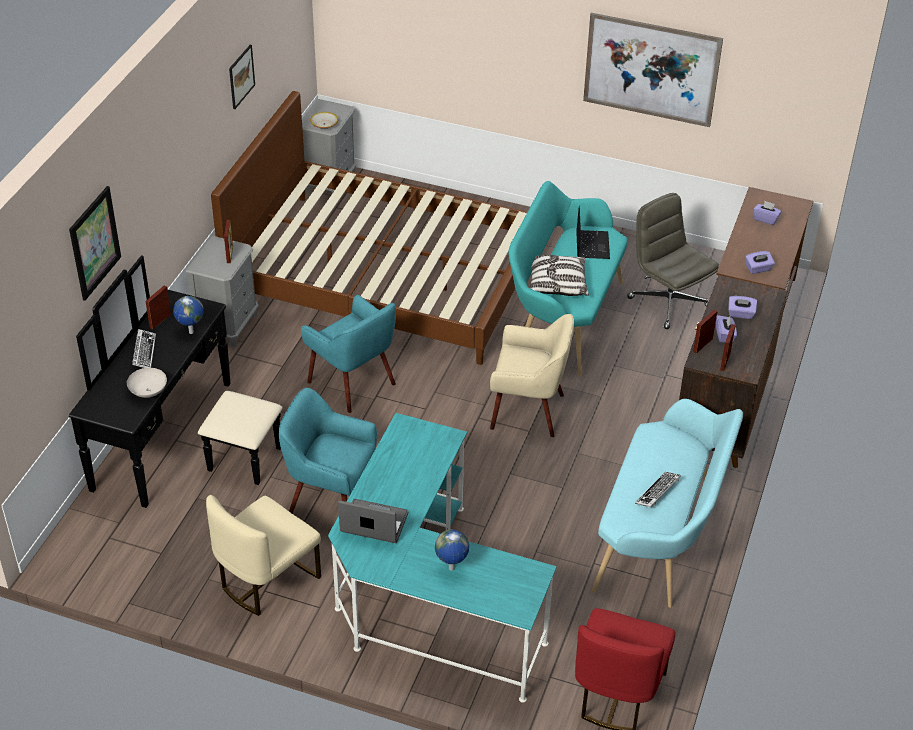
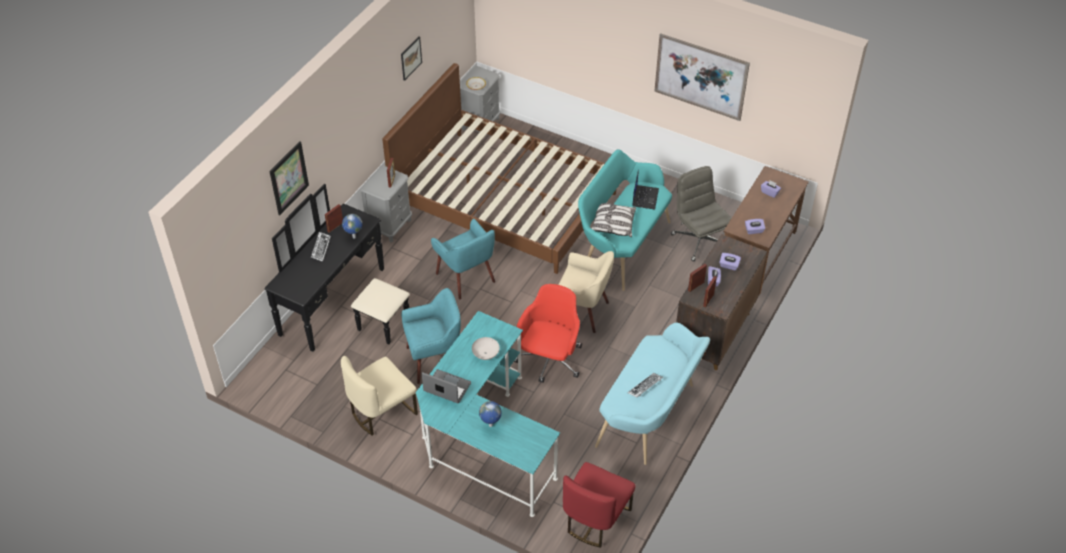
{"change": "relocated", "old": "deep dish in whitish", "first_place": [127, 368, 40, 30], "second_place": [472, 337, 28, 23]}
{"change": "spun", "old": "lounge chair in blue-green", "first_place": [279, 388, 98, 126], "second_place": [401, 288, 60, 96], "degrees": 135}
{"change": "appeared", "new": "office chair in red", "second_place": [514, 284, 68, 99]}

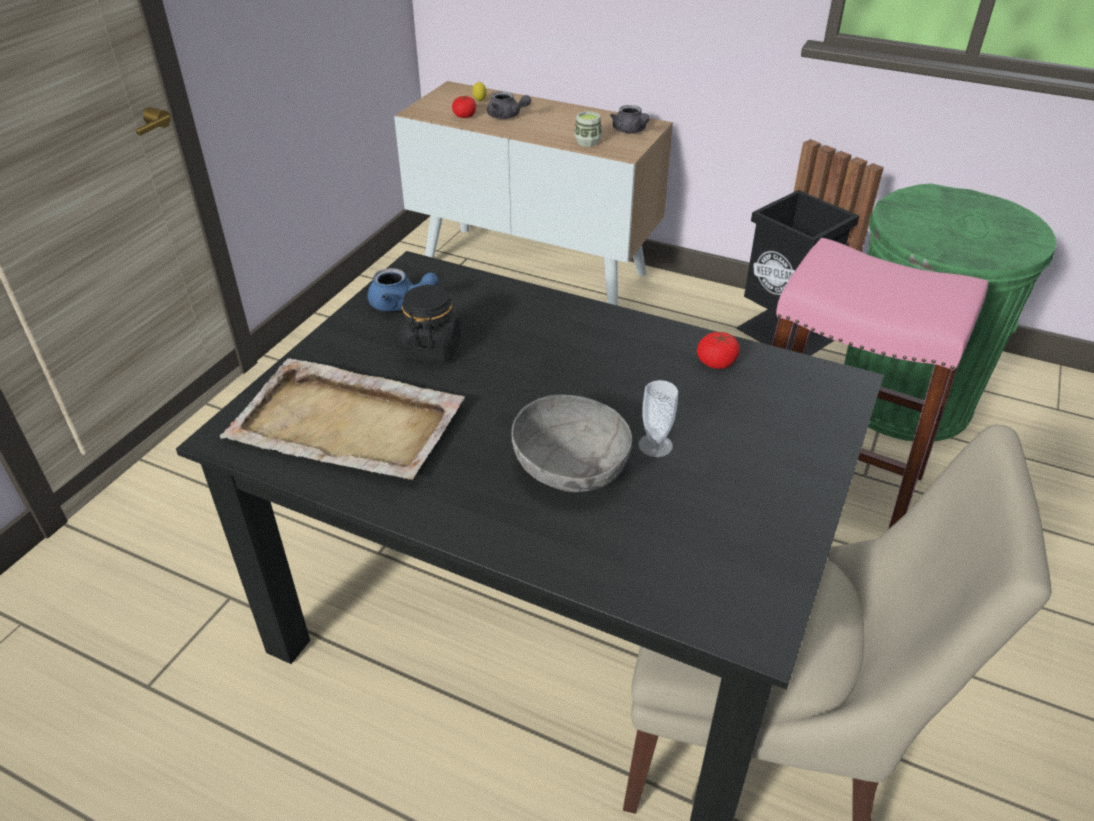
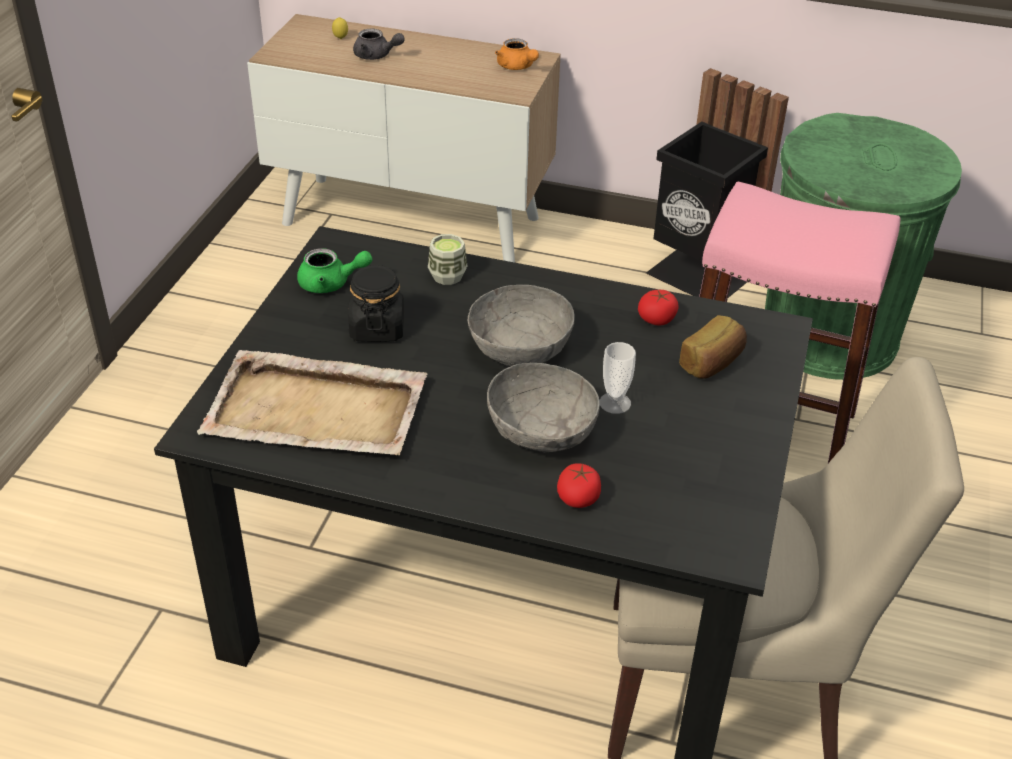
{"change": "colour", "old": "pot for tea in blue-coloured", "new": "pot for tea in green", "first_place": [368, 268, 70, 43], "second_place": [297, 248, 75, 45]}
{"change": "relocated", "old": "tomato", "first_place": [452, 96, 24, 22], "second_place": [557, 463, 44, 45]}
{"change": "relocated", "old": "cup", "first_place": [574, 111, 28, 36], "second_place": [428, 234, 39, 51]}
{"change": "colour", "old": "pot for tea in greyish", "new": "pot for tea in orange", "first_place": [610, 105, 40, 28], "second_place": [495, 38, 44, 32]}
{"change": "appeared", "new": "deep dish in greyish", "second_place": [468, 285, 107, 81]}
{"change": "appeared", "new": "bread", "second_place": [679, 315, 68, 64]}

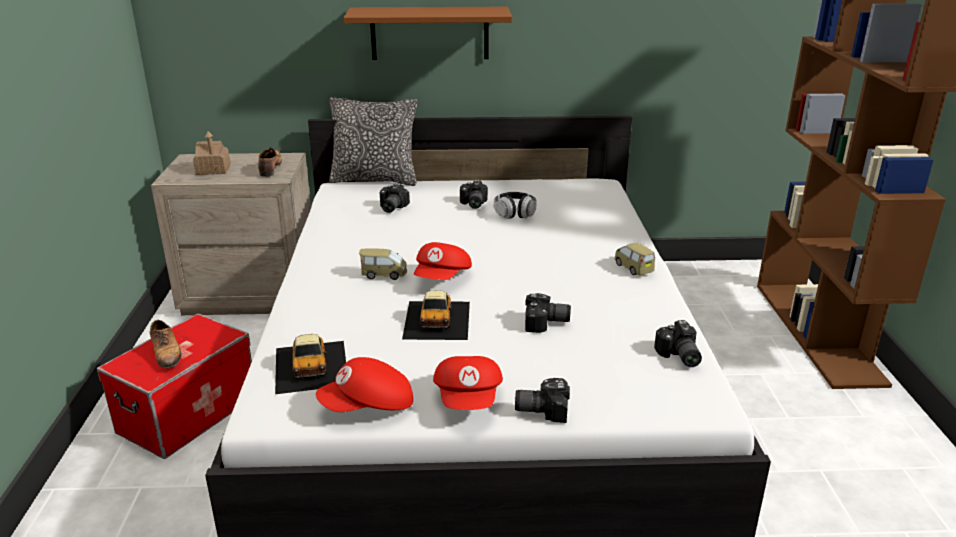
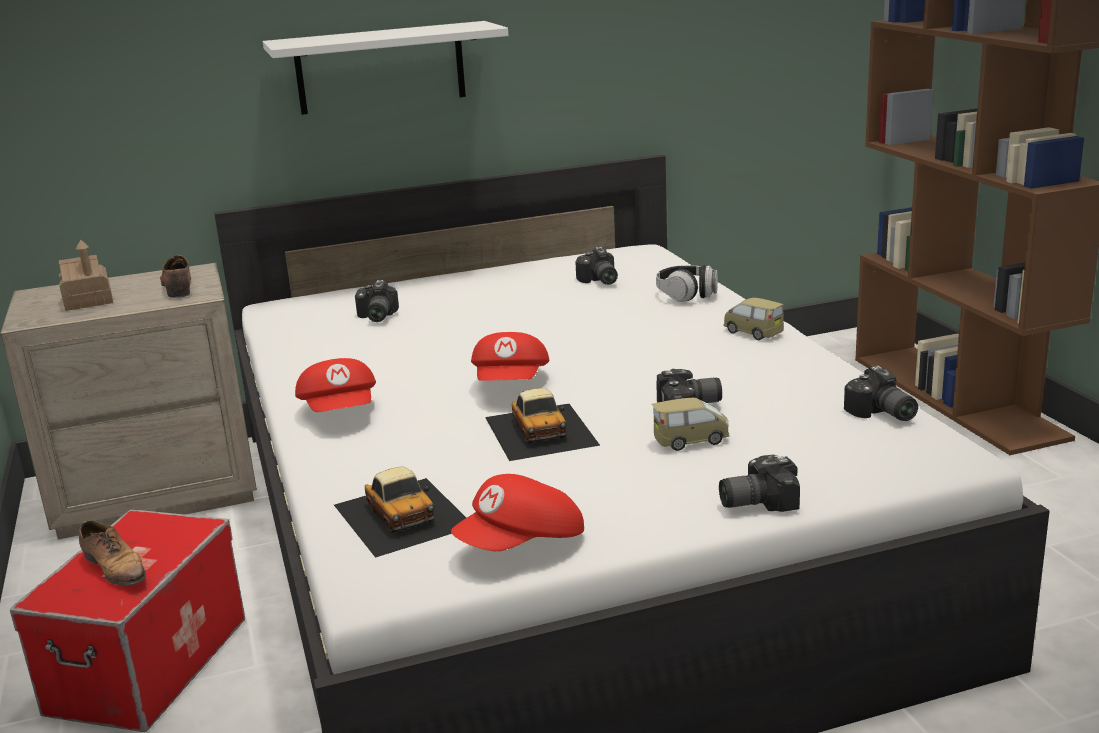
{"change": "missing", "old": "pillow", "first_place": [329, 97, 88, 89]}
{"change": "colour", "old": "shelf in brown-coloured", "new": "shelf in whitish", "first_place": [343, 7, 169, 53], "second_place": [263, 21, 245, 94]}
{"change": "relocated", "old": "toy car", "first_place": [359, 249, 48, 31], "second_place": [651, 398, 79, 53]}
{"change": "relocated", "old": "cap in red", "first_place": [433, 356, 70, 54], "second_place": [295, 358, 81, 54]}
{"change": "relocated", "old": "photo camera", "first_place": [460, 180, 28, 29], "second_place": [575, 247, 43, 38]}
{"change": "relocated", "old": "headphones", "first_place": [494, 192, 43, 27], "second_place": [656, 265, 62, 37]}

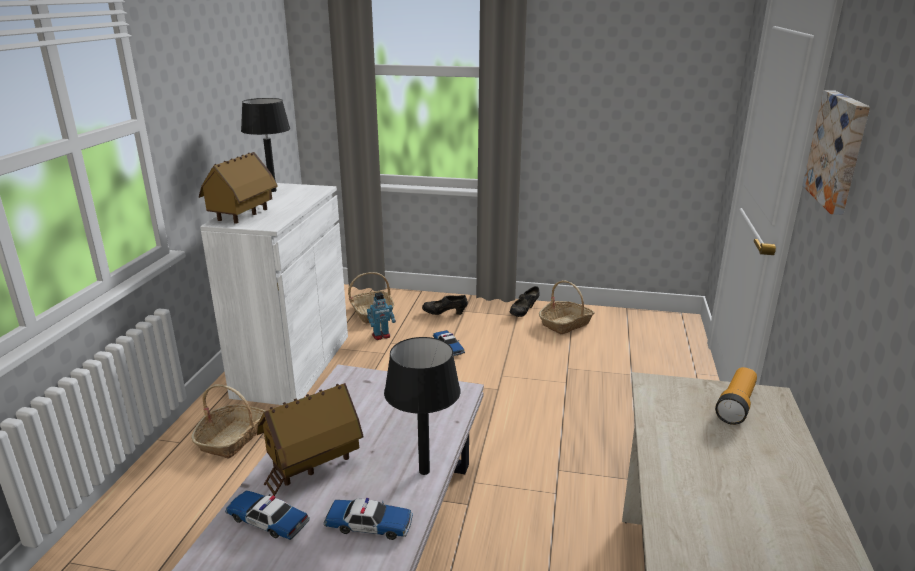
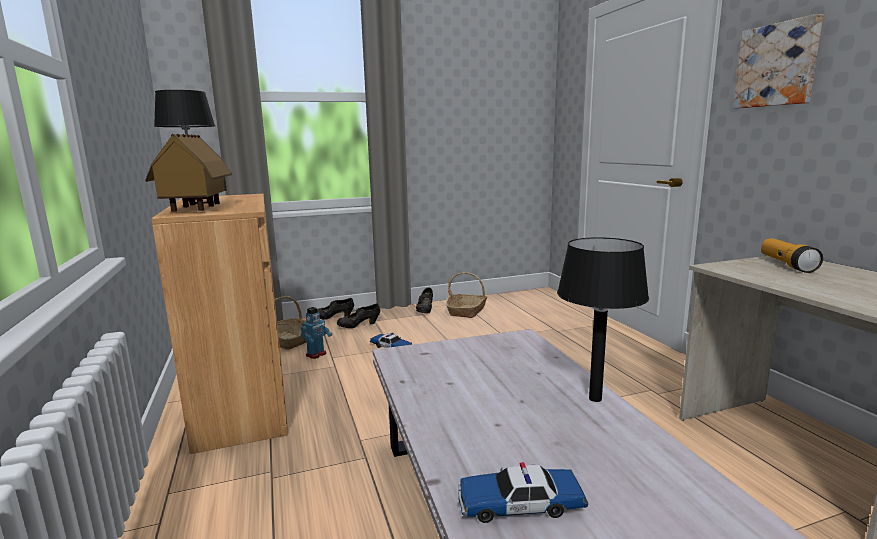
{"change": "missing", "old": "household basket", "first_place": [191, 384, 75, 75]}
{"change": "colour", "old": "cupboard in whitish", "new": "cupboard in brown-coloured", "first_place": [200, 183, 148, 222], "second_place": [151, 194, 137, 260]}
{"change": "missing", "old": "model house", "first_place": [257, 383, 107, 113]}
{"change": "missing", "old": "toy car", "first_place": [323, 498, 90, 42]}
{"change": "appeared", "new": "item of footwear in black", "second_place": [317, 298, 37, 22]}

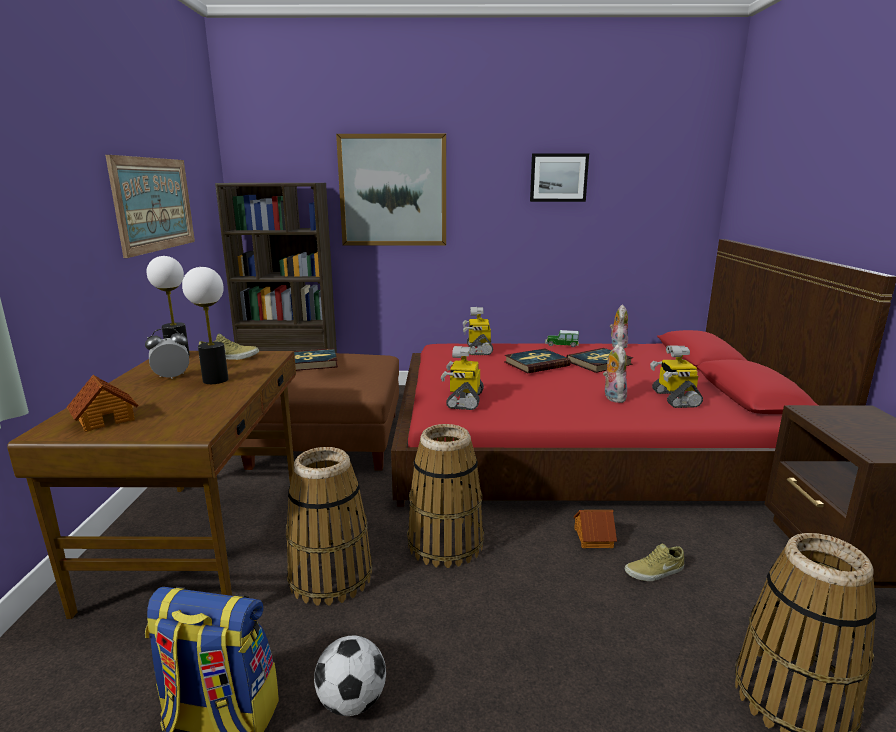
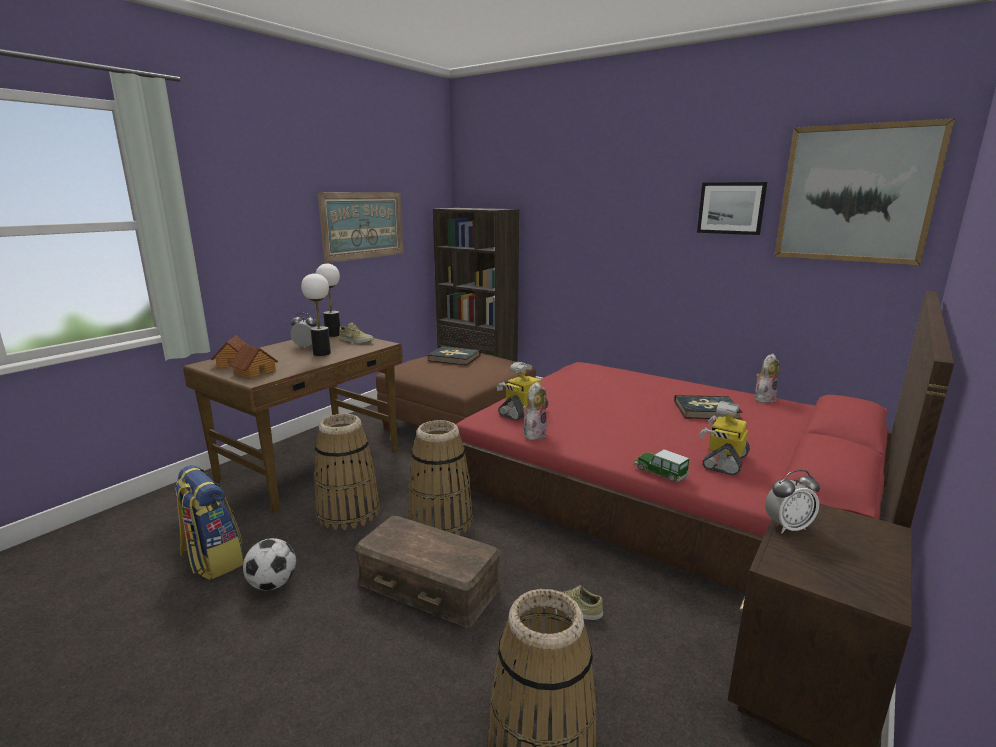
{"change": "relocated", "old": "wall picture", "first_place": [336, 134, 110, 111], "second_place": [774, 118, 181, 147]}
{"change": "missing", "old": "toy robot", "first_place": [463, 307, 30, 48]}
{"change": "missing", "old": "book", "first_place": [504, 348, 67, 26]}
{"change": "relocated", "old": "toy car", "first_place": [545, 330, 34, 17], "second_place": [634, 449, 55, 33]}
{"change": "relocated", "old": "model house", "first_place": [574, 510, 43, 38], "second_place": [229, 344, 49, 34]}
{"change": "relocated", "old": "soft toy", "first_place": [603, 344, 24, 59], "second_place": [523, 381, 24, 59]}
{"change": "appeared", "new": "storage box in brown-coloured", "second_place": [355, 516, 146, 112]}
{"change": "appeared", "new": "bedside clock", "second_place": [765, 470, 55, 63]}

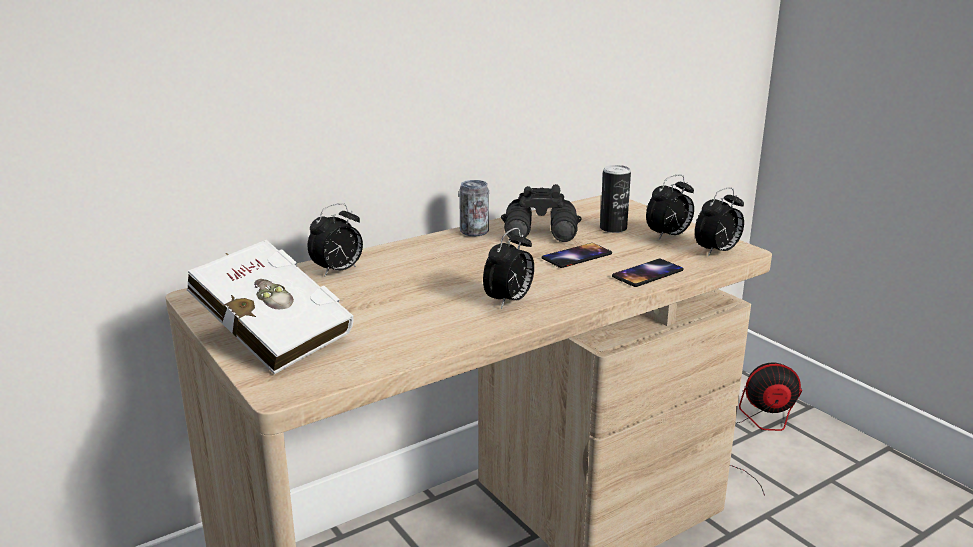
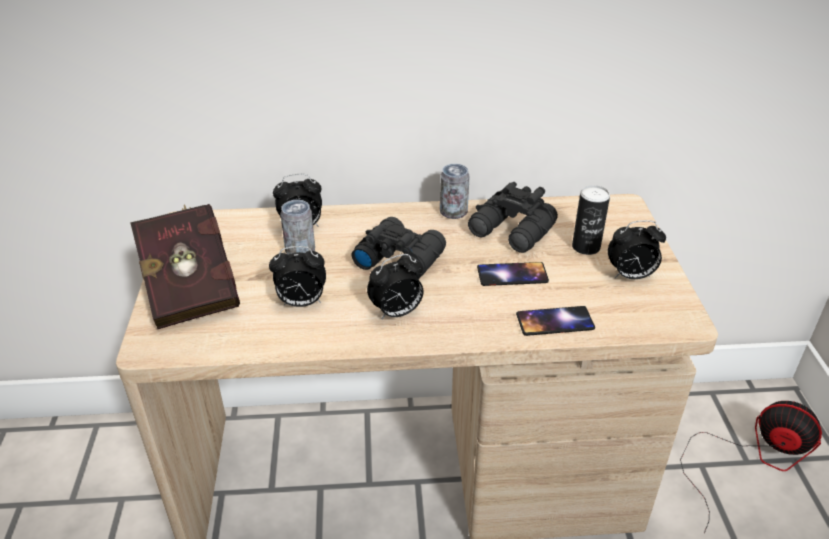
{"change": "colour", "old": "book in whitish", "new": "book in red", "first_place": [187, 240, 167, 134], "second_place": [130, 204, 110, 125]}
{"change": "relocated", "old": "bedside clock", "first_place": [695, 187, 49, 70], "second_place": [269, 246, 57, 61]}
{"change": "appeared", "new": "sealed can", "second_place": [281, 200, 34, 55]}
{"change": "appeared", "new": "binoculars in black", "second_place": [352, 217, 94, 62]}

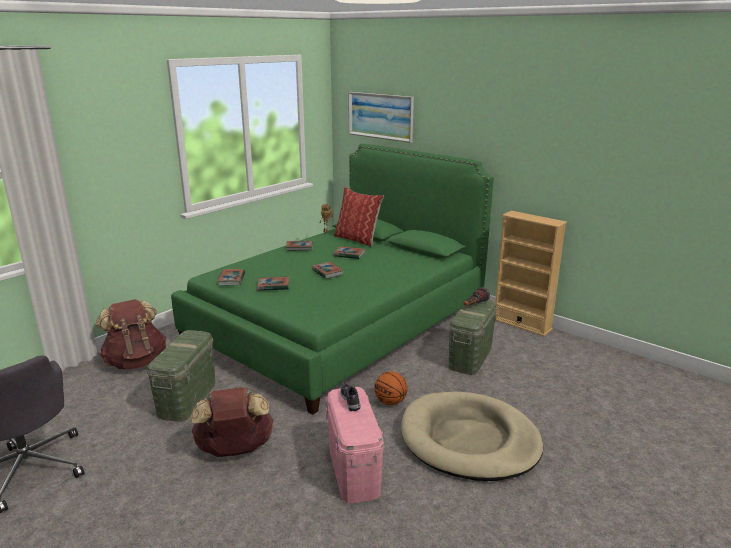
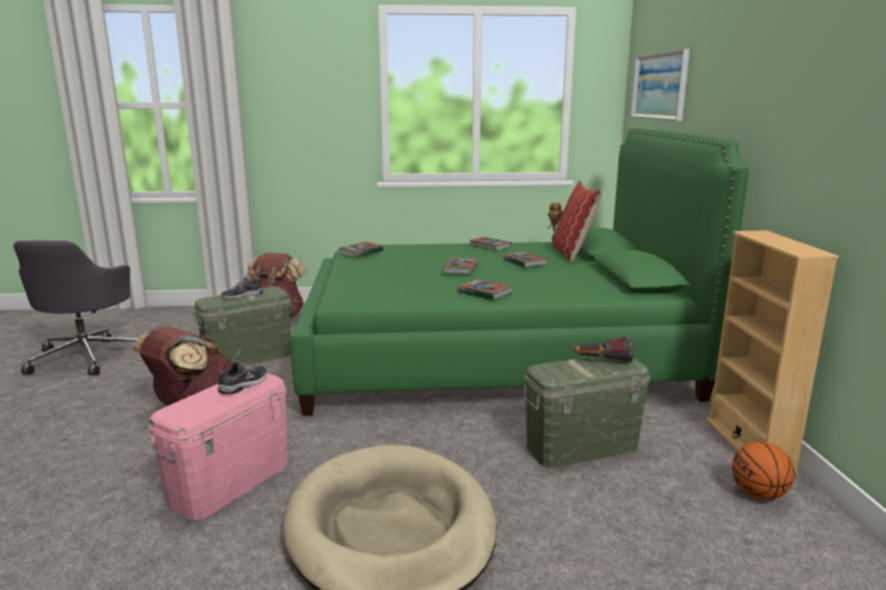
{"change": "relocated", "old": "book", "first_place": [257, 276, 33, 15], "second_place": [458, 279, 55, 21]}
{"change": "relocated", "old": "basketball", "first_place": [374, 372, 33, 33], "second_place": [732, 442, 63, 58]}
{"change": "appeared", "new": "item of footwear", "second_place": [221, 277, 42, 22]}

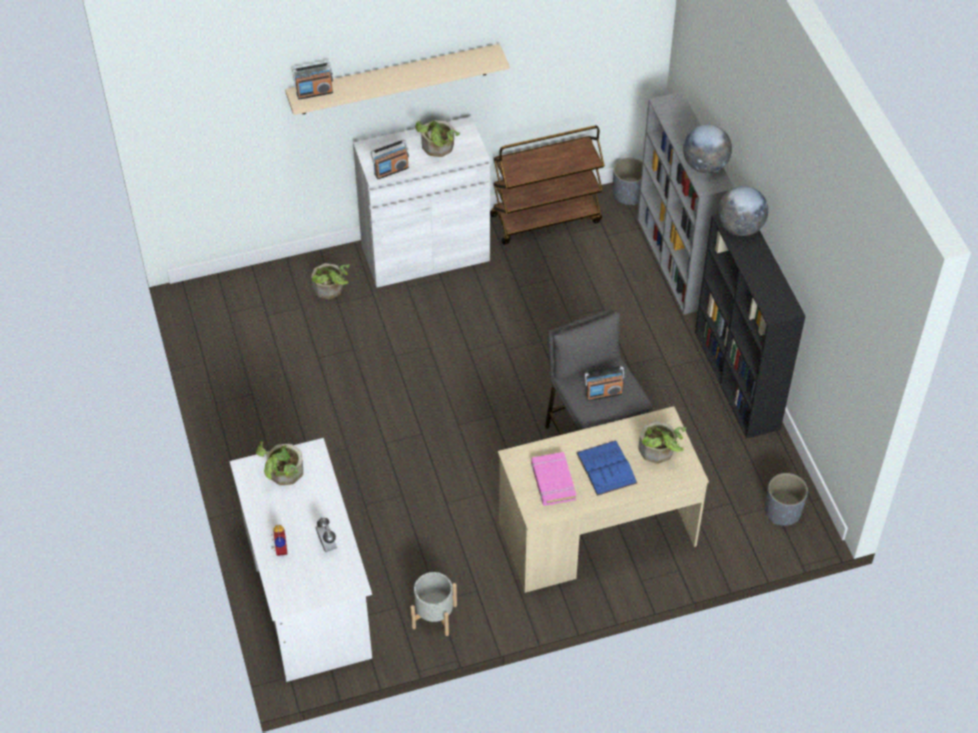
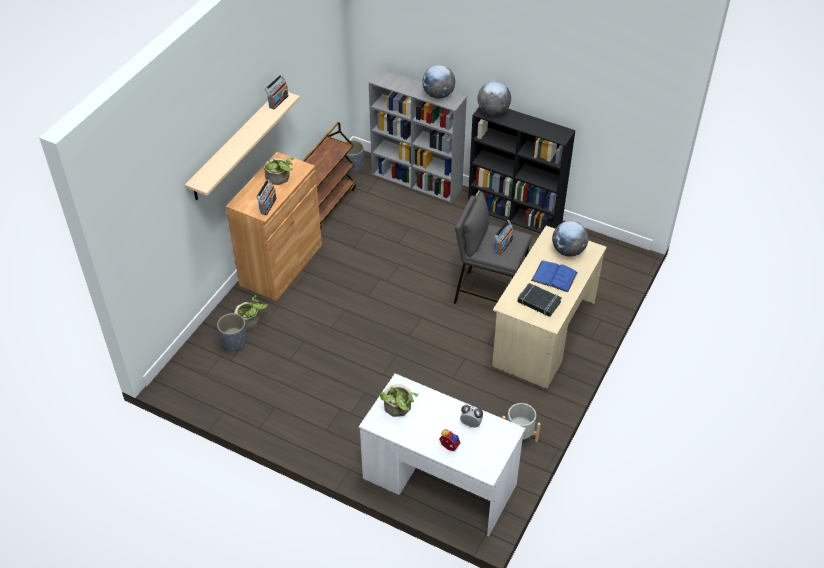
{"change": "relocated", "old": "radio set", "first_place": [292, 63, 41, 37], "second_place": [265, 75, 24, 34]}
{"change": "colour", "old": "cupboard in whitish", "new": "cupboard in brown-coloured", "first_place": [353, 116, 137, 172], "second_place": [226, 152, 96, 149]}
{"change": "colour", "old": "book in pinkish", "new": "book in black", "first_place": [531, 452, 45, 54], "second_place": [517, 283, 45, 34]}
{"change": "exchanged", "old": "houseplant", "new": "desk globe", "first_place": [638, 421, 48, 43], "second_place": [552, 221, 36, 36]}
{"change": "relocated", "old": "plant pot in greyish", "first_place": [765, 473, 43, 53], "second_place": [217, 313, 30, 39]}

